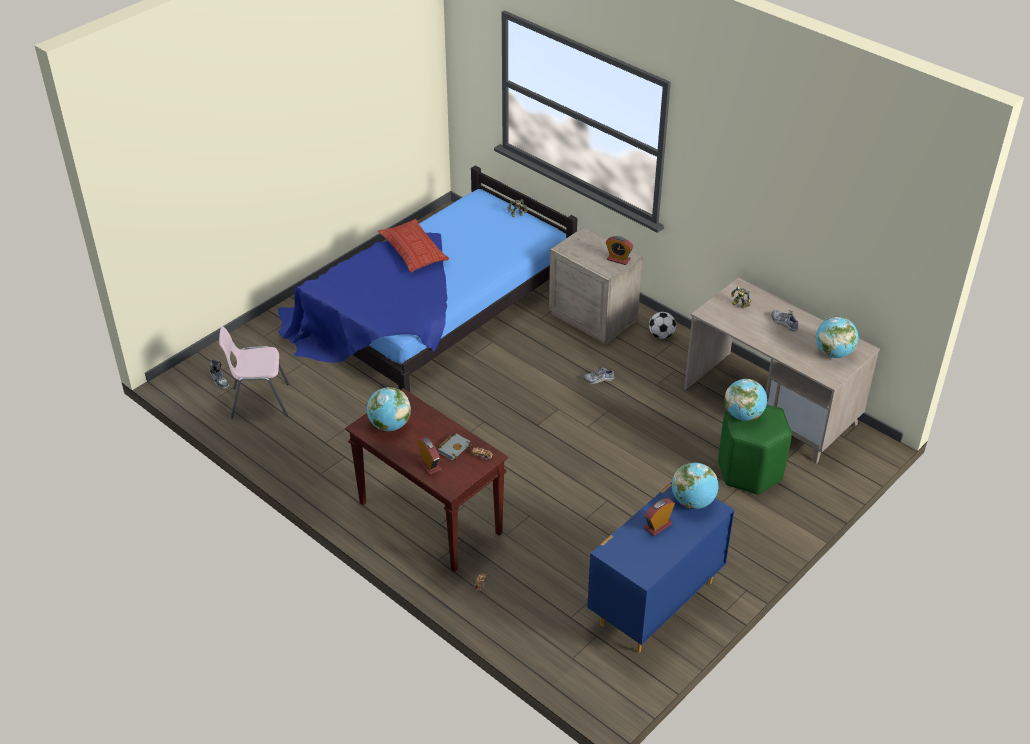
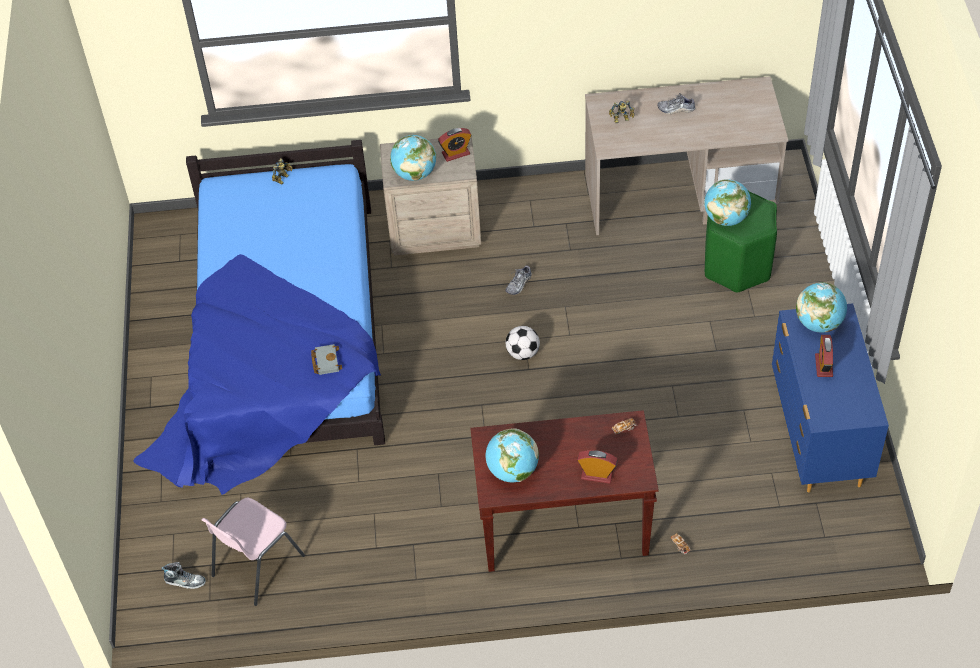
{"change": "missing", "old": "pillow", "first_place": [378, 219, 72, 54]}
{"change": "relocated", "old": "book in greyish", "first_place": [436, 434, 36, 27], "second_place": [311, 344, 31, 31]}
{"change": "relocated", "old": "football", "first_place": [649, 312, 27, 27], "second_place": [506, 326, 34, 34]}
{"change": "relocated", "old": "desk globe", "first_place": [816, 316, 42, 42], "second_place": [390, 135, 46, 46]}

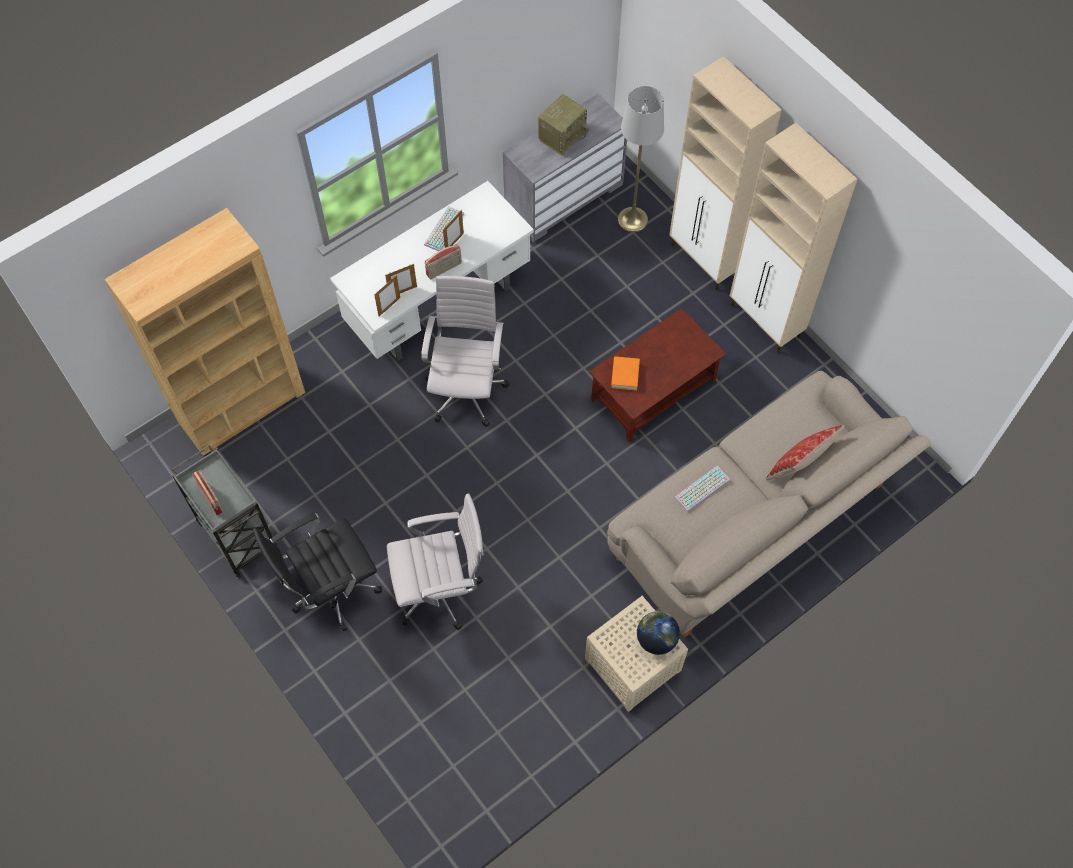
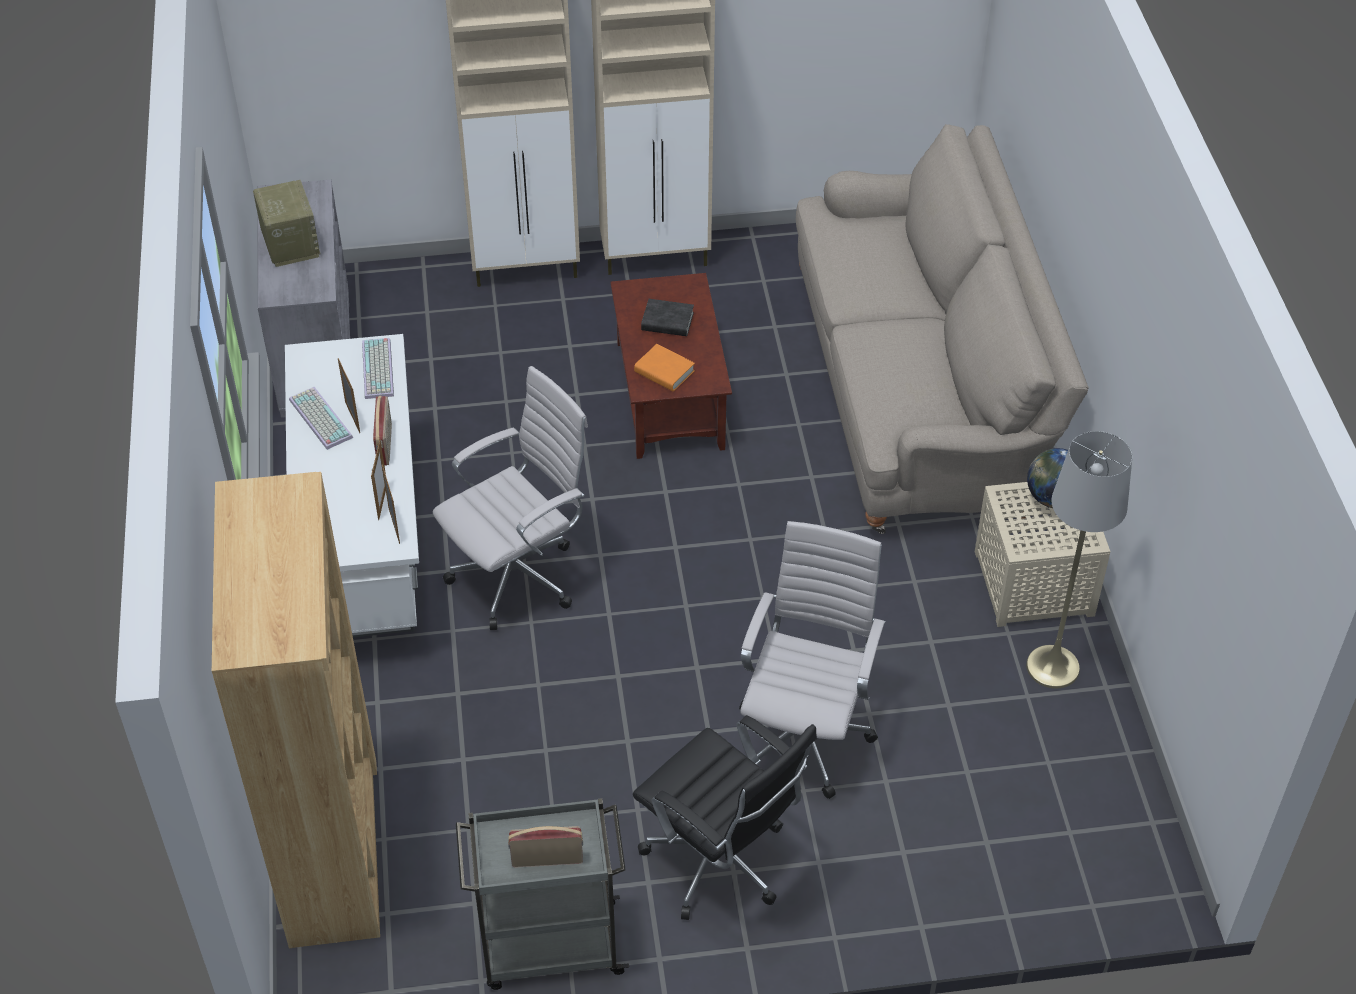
{"change": "spun", "old": "office chair in black", "first_place": [252, 513, 130, 119], "second_place": [633, 715, 184, 205], "degrees": -45}
{"change": "spun", "old": "office chair in whitish", "first_place": [421, 276, 89, 151], "second_place": [433, 366, 155, 264], "degrees": 105}
{"change": "relocated", "old": "floor lamp in greyish", "first_place": [618, 86, 46, 146], "second_place": [1026, 431, 106, 258]}
{"change": "relocated", "old": "computer keyboard", "first_place": [674, 466, 56, 46], "second_place": [362, 338, 32, 61]}
{"change": "missing", "old": "pillow", "first_place": [766, 425, 79, 55]}
{"change": "appeared", "new": "book in black", "second_place": [641, 299, 53, 37]}

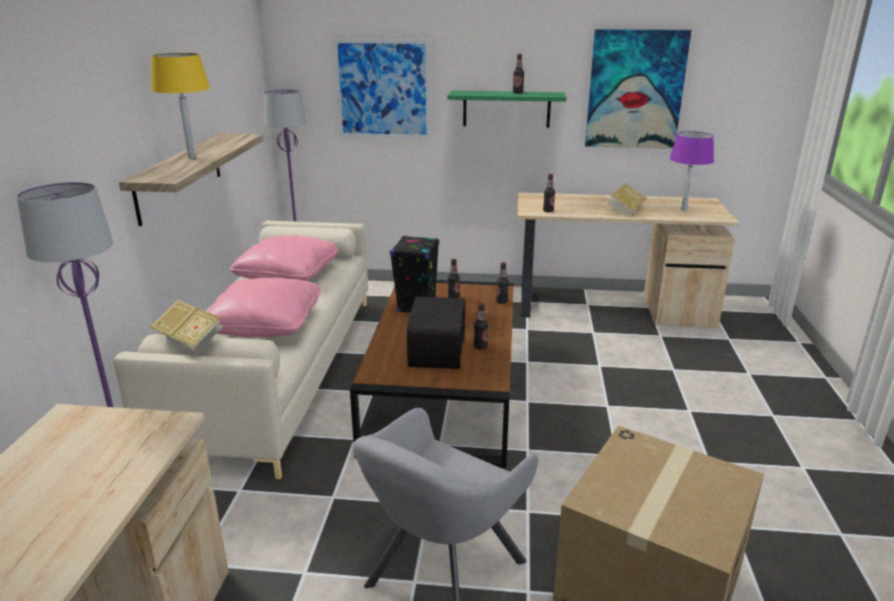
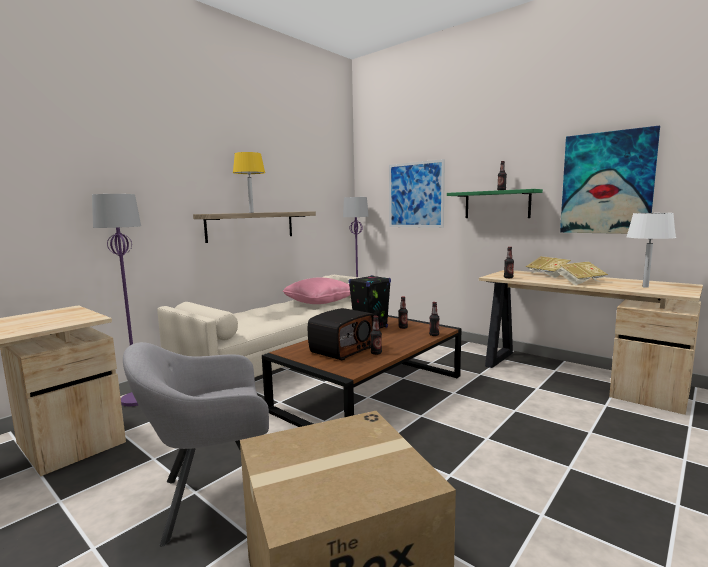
{"change": "relocated", "old": "book", "first_place": [150, 299, 73, 54], "second_place": [526, 256, 45, 22]}
{"change": "missing", "old": "pillow in pinkish", "first_place": [207, 278, 114, 59]}
{"change": "colour", "old": "tabletop lamp in purple-coloured", "new": "tabletop lamp in whitish", "first_place": [669, 131, 45, 80], "second_place": [626, 213, 50, 75]}

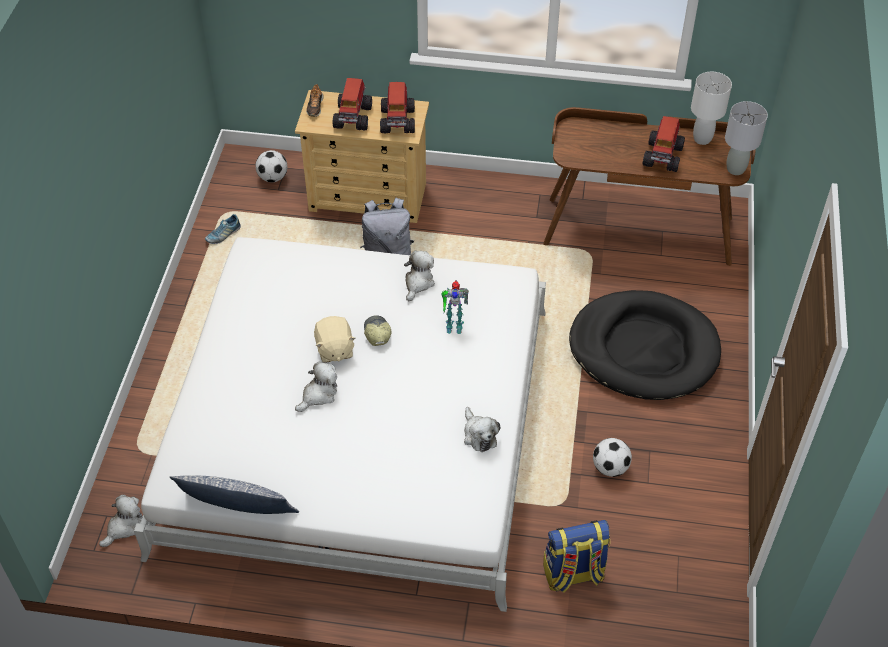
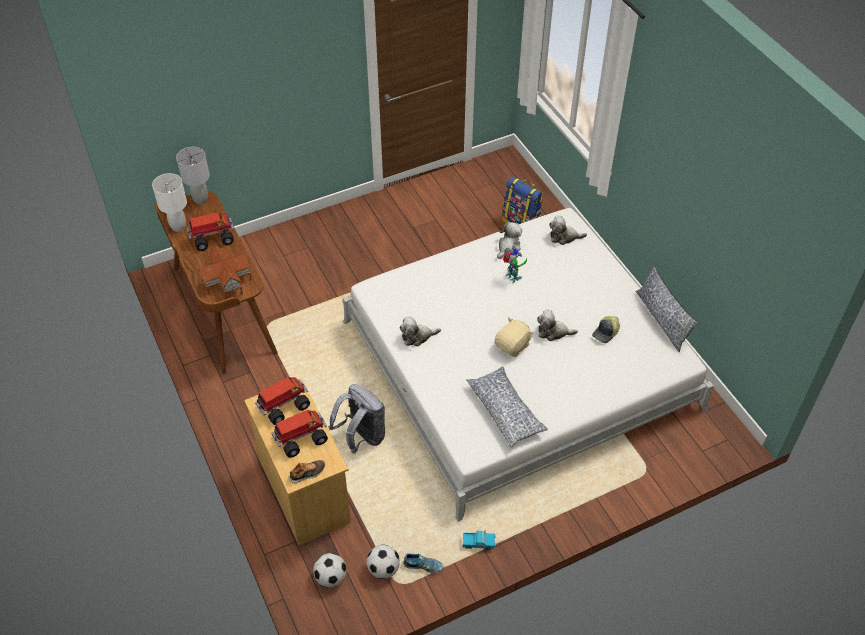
{"change": "relocated", "old": "soft toy", "first_place": [99, 495, 44, 52], "second_place": [549, 216, 38, 29]}
{"change": "relocated", "old": "cap", "first_place": [364, 315, 27, 31], "second_place": [592, 316, 28, 27]}
{"change": "relocated", "old": "toy robot", "first_place": [441, 280, 28, 54], "second_place": [503, 246, 24, 38]}
{"change": "missing", "old": "pet bed in black", "first_place": [569, 290, 152, 110]}
{"change": "relocated", "old": "football", "first_place": [593, 438, 39, 39], "second_place": [367, 545, 33, 34]}
{"change": "appeared", "new": "model house", "second_place": [199, 246, 52, 53]}
{"change": "appeared", "new": "toy lorry", "second_place": [463, 530, 33, 20]}
{"change": "appeared", "new": "pillow", "second_place": [466, 367, 82, 81]}

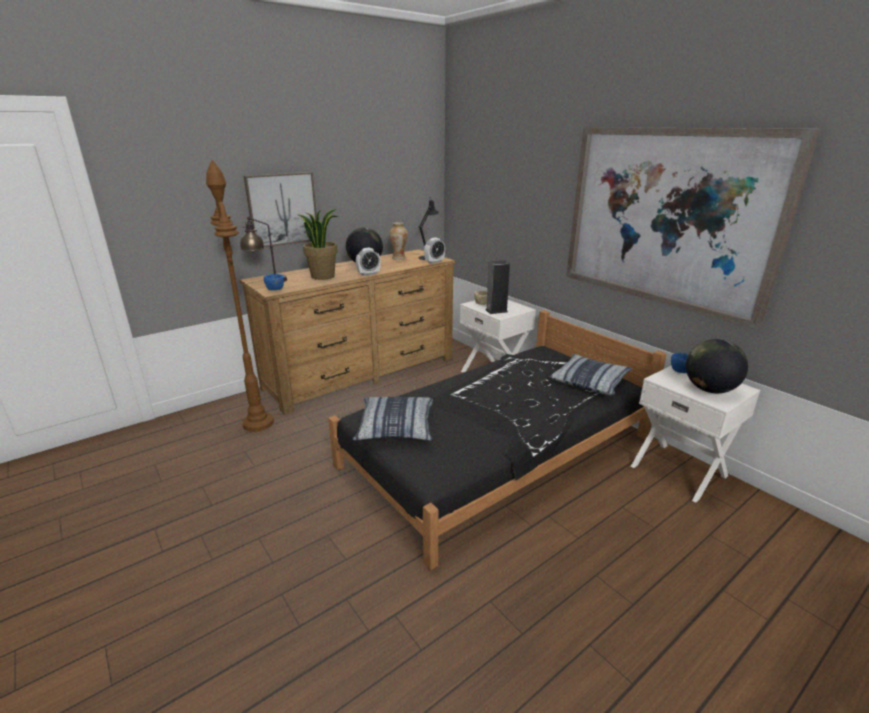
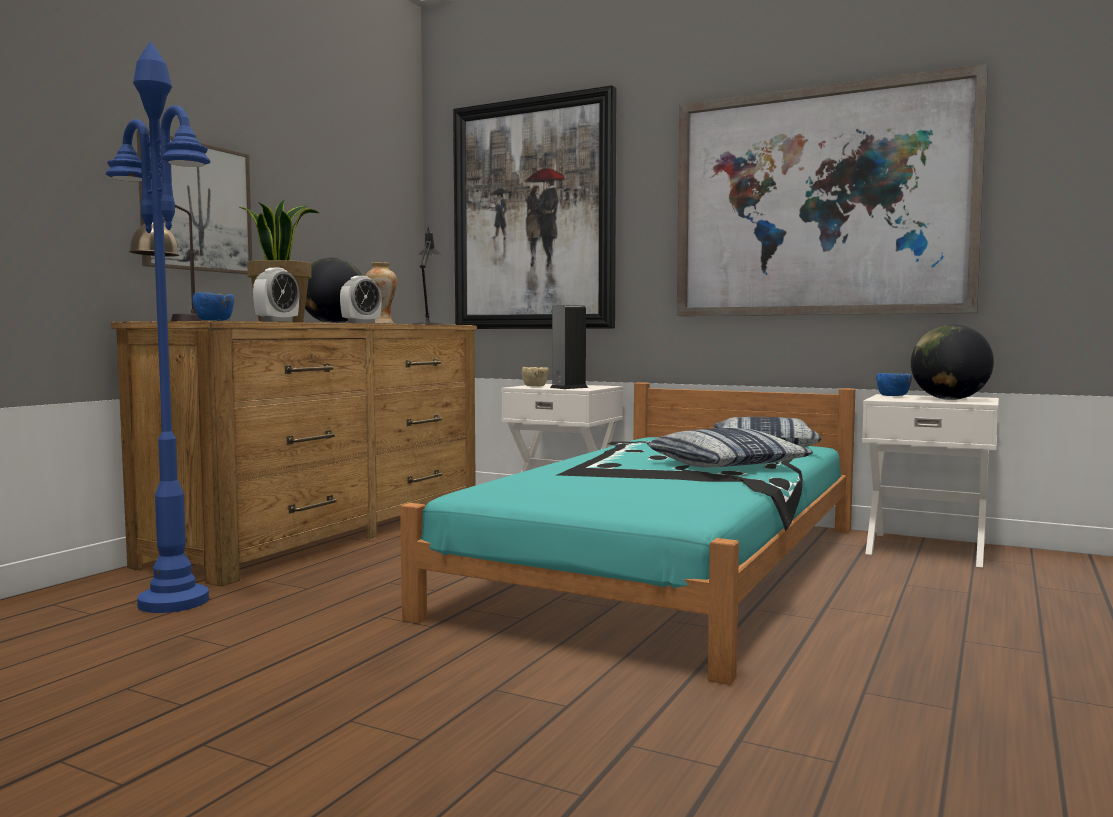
{"change": "colour", "old": "floor lamp in brown-coloured", "new": "floor lamp in blue-coloured", "first_place": [206, 160, 68, 272], "second_place": [106, 41, 104, 572]}
{"change": "colour", "old": "bed in black", "new": "bed in blue-green", "first_place": [328, 310, 339, 260], "second_place": [400, 382, 455, 303]}
{"change": "relocated", "old": "pillow", "first_place": [353, 397, 80, 44], "second_place": [648, 428, 165, 40]}
{"change": "relocated", "old": "bedside clock", "first_place": [424, 237, 21, 27], "second_place": [253, 268, 46, 54]}
{"change": "appeared", "new": "wall picture", "second_place": [453, 85, 164, 244]}

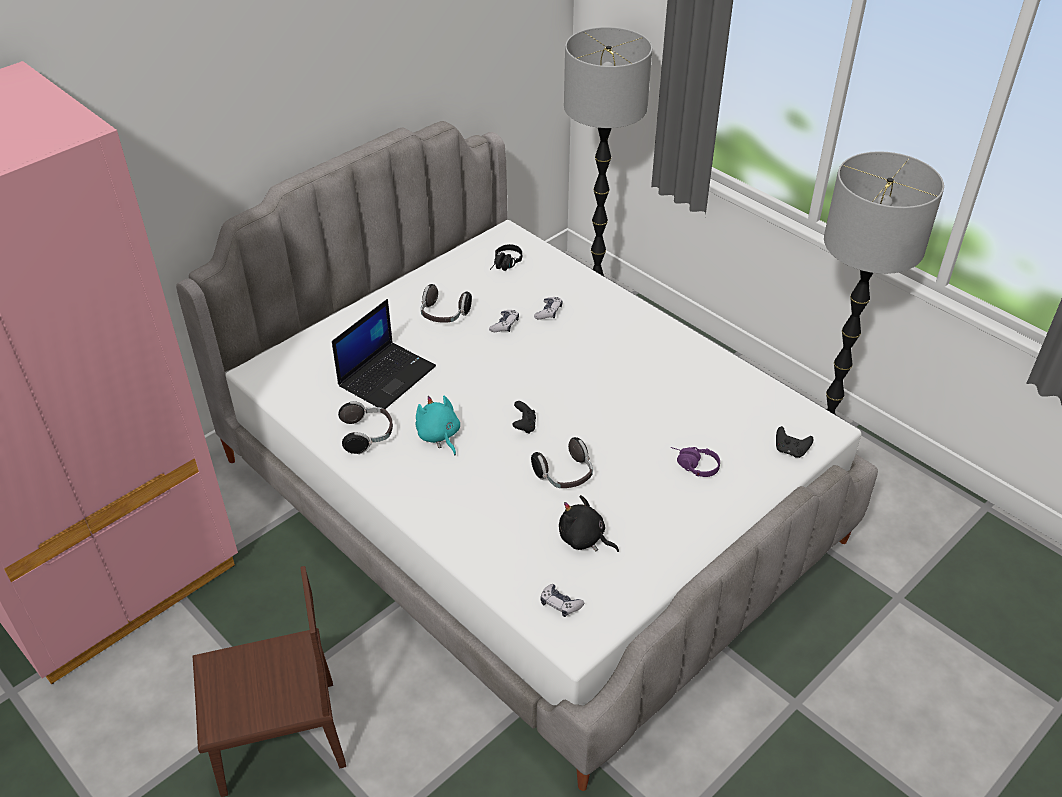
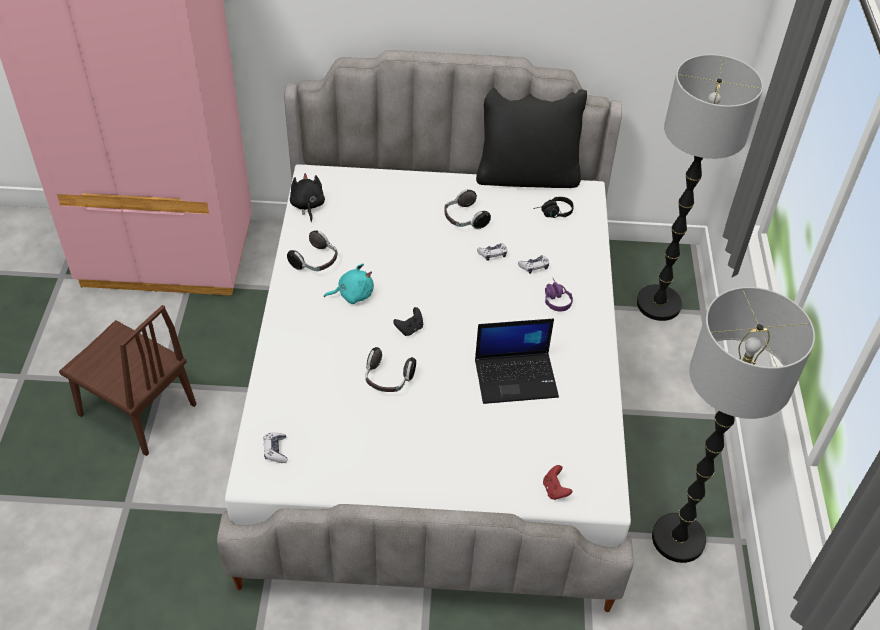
{"change": "relocated", "old": "portable computer", "first_place": [332, 299, 104, 110], "second_place": [475, 318, 84, 86]}
{"change": "spun", "old": "soft toy in blue-green", "first_place": [416, 395, 44, 60], "second_place": [324, 263, 50, 41], "degrees": 60}
{"change": "relocated", "old": "soft toy in black", "first_place": [559, 495, 60, 57], "second_place": [290, 173, 35, 49]}
{"change": "relocated", "old": "headphones in purple-coloured", "first_place": [670, 447, 50, 30], "second_place": [545, 277, 28, 35]}
{"change": "colour", "old": "gamepad in black", "new": "gamepad in red", "first_place": [776, 426, 38, 32], "second_place": [543, 465, 29, 35]}
{"change": "appeared", "new": "pillow in black", "second_place": [476, 88, 111, 100]}

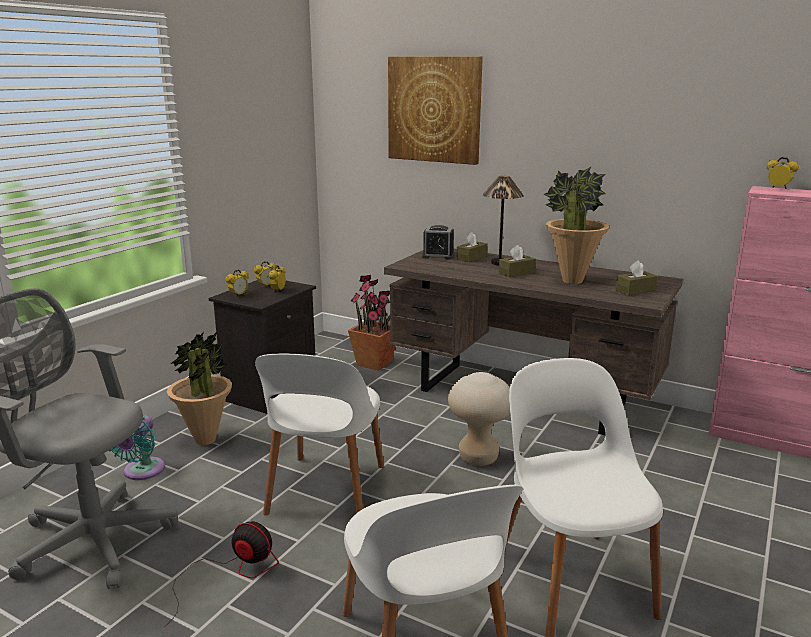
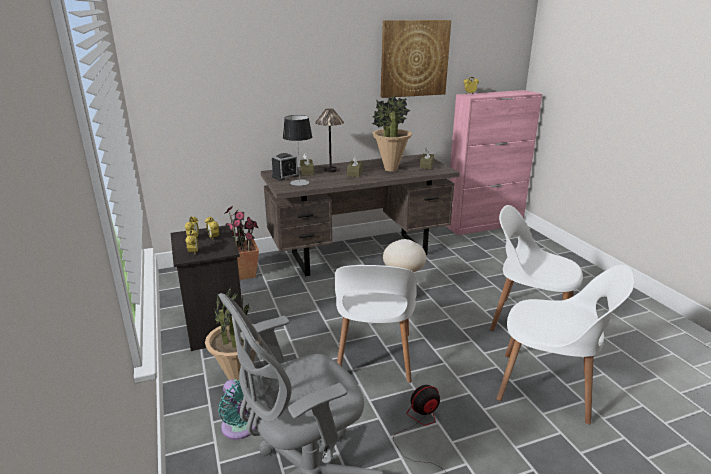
{"change": "spun", "old": "chair in whitish", "first_place": [255, 353, 129, 162], "second_place": [335, 265, 81, 118], "degrees": 45}
{"change": "relocated", "old": "wall picture", "first_place": [388, 56, 95, 109], "second_place": [381, 20, 70, 78]}
{"change": "appeared", "new": "tabletop lamp", "second_place": [283, 115, 29, 71]}

